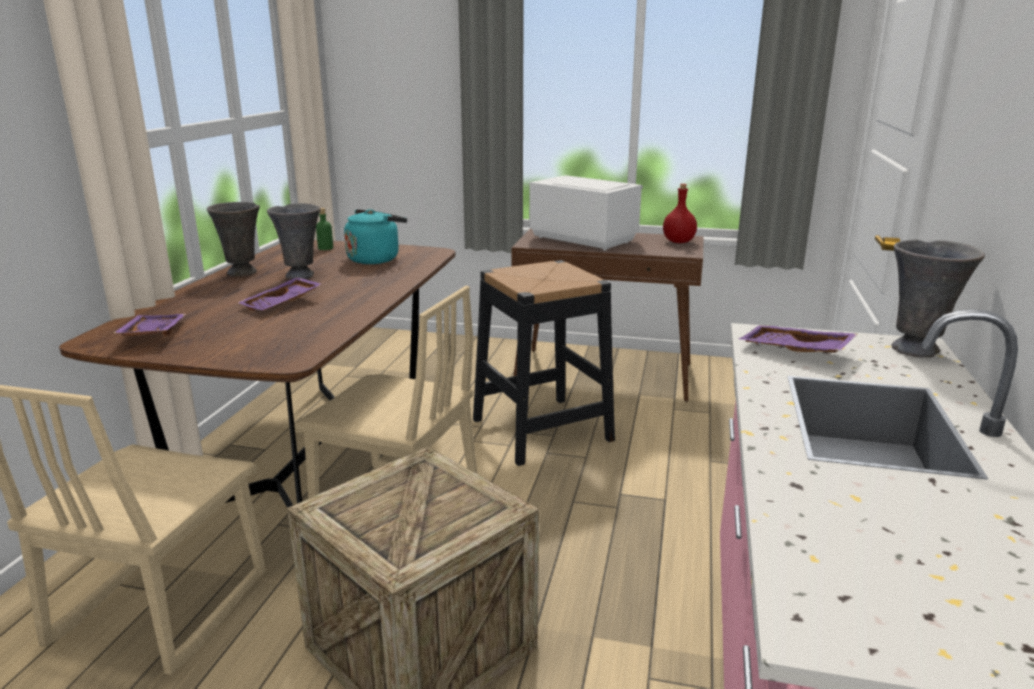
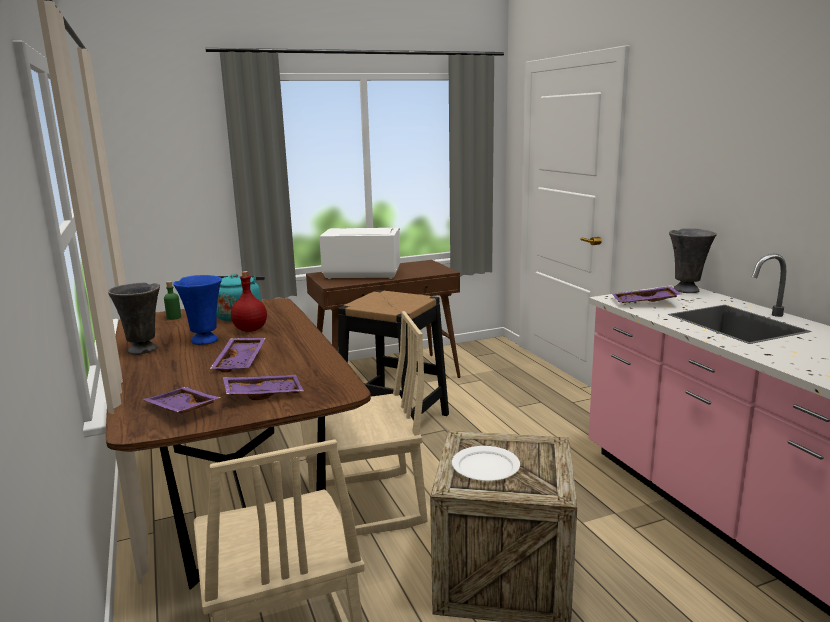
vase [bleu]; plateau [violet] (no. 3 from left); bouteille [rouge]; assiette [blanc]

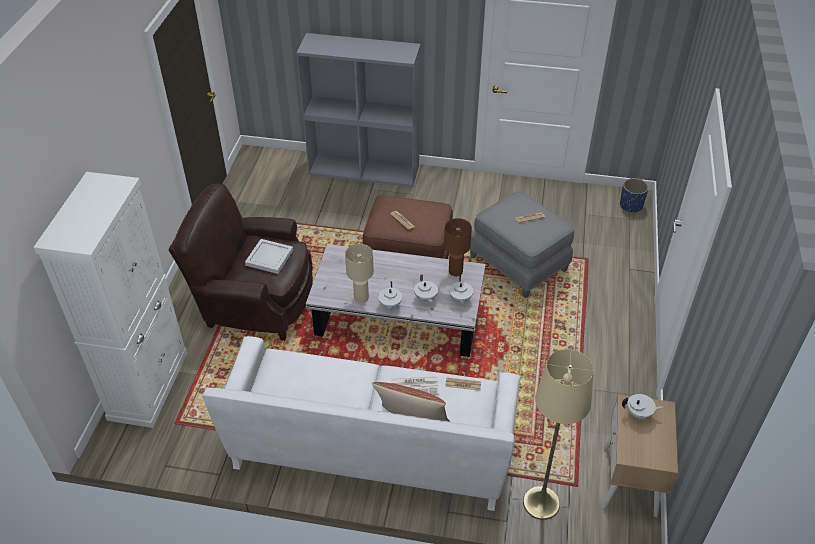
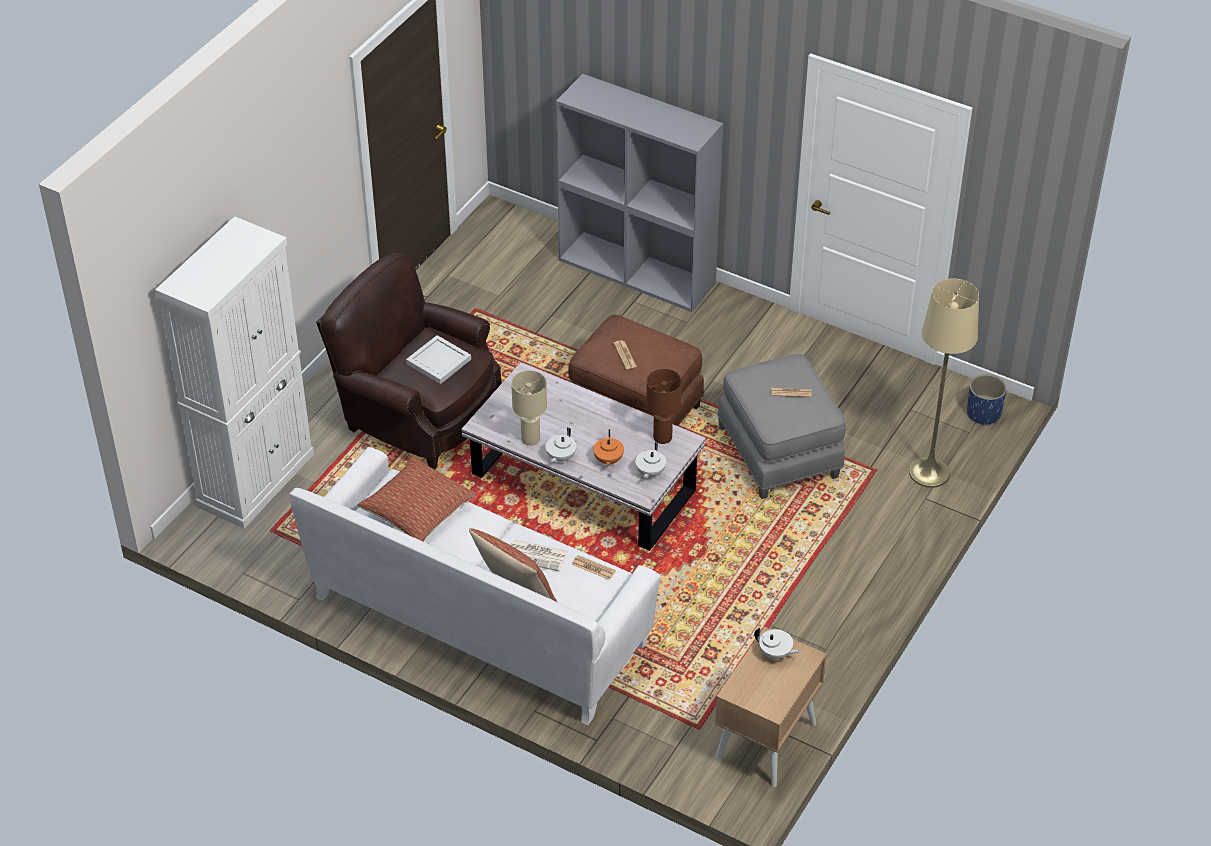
coussin (no. 1 from left); théière [orange]; lampadaire [beige]

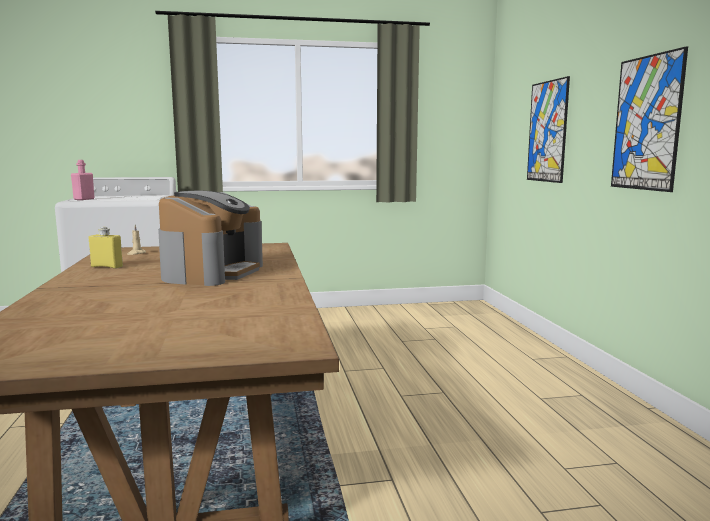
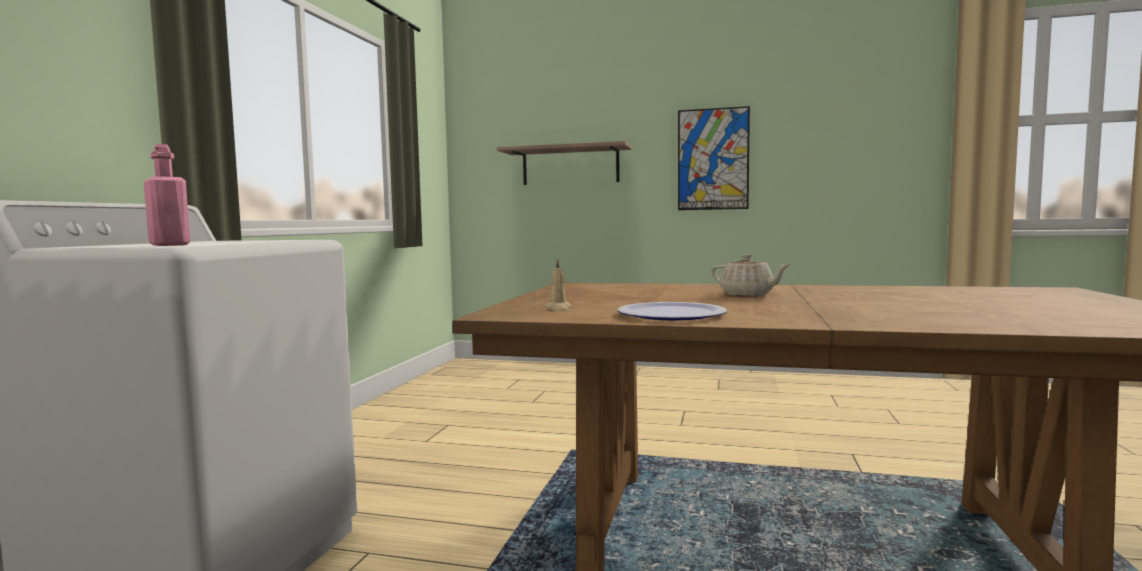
étagère; assiette; théière [beige]

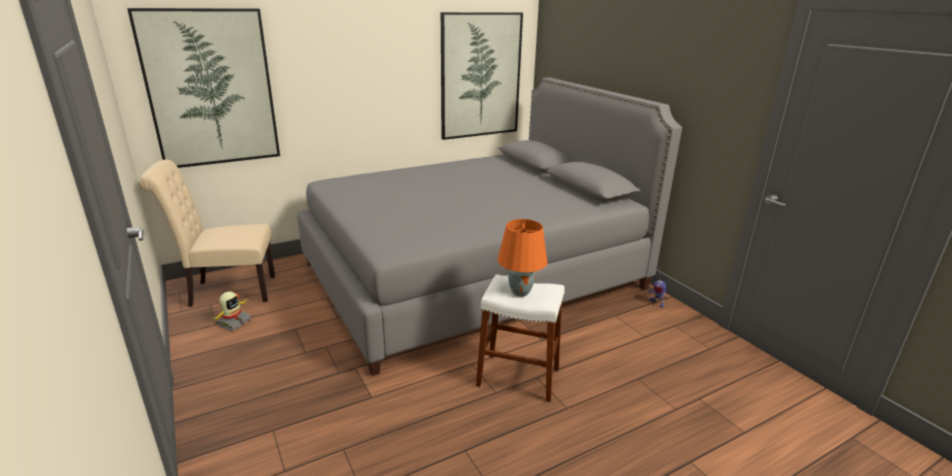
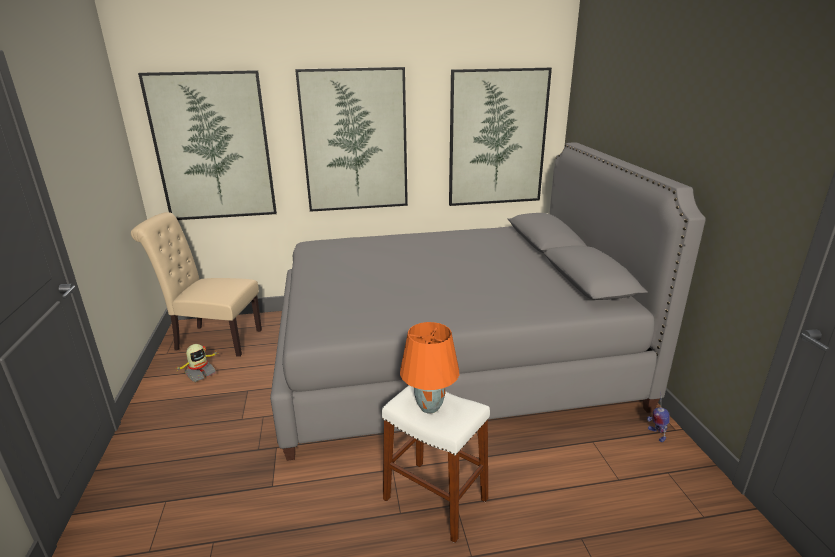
tableau (no. 2 from left)

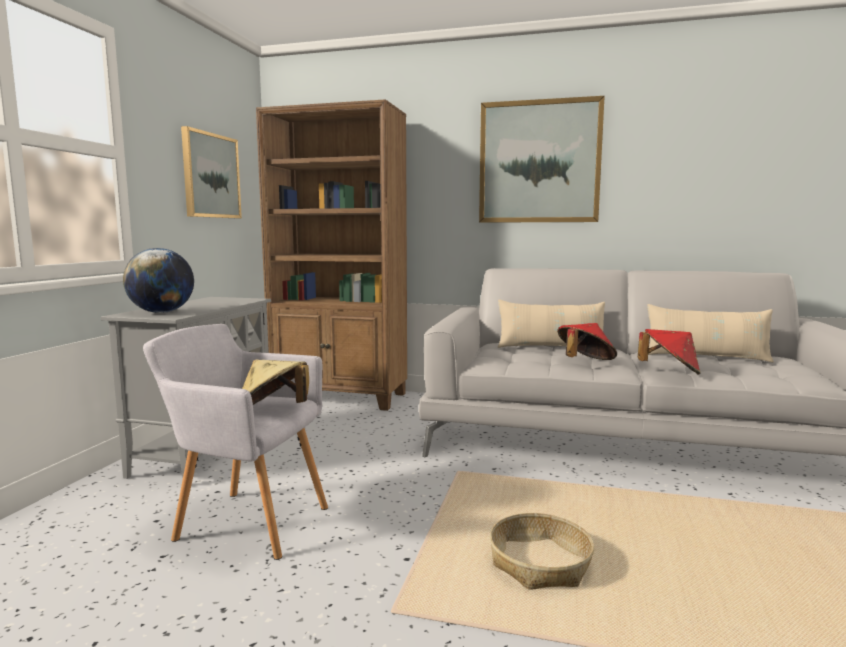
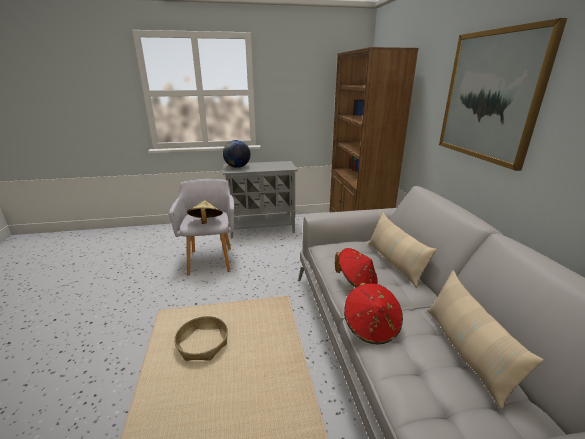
tableau (no. 1 from left in the first image)

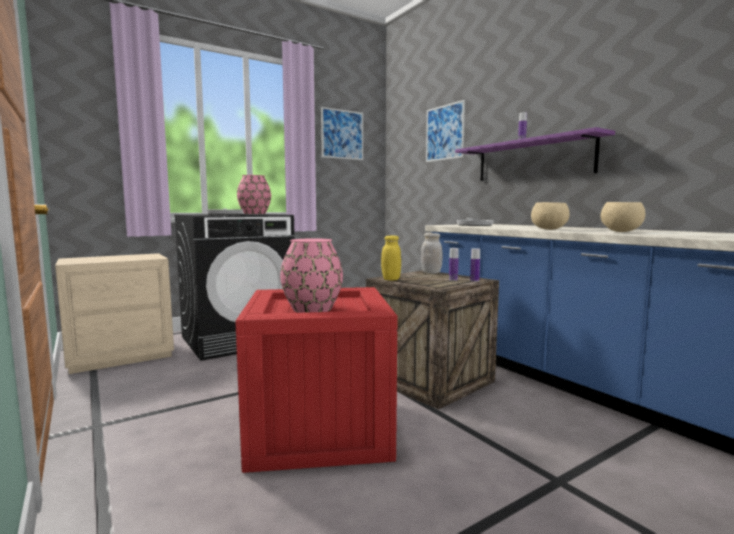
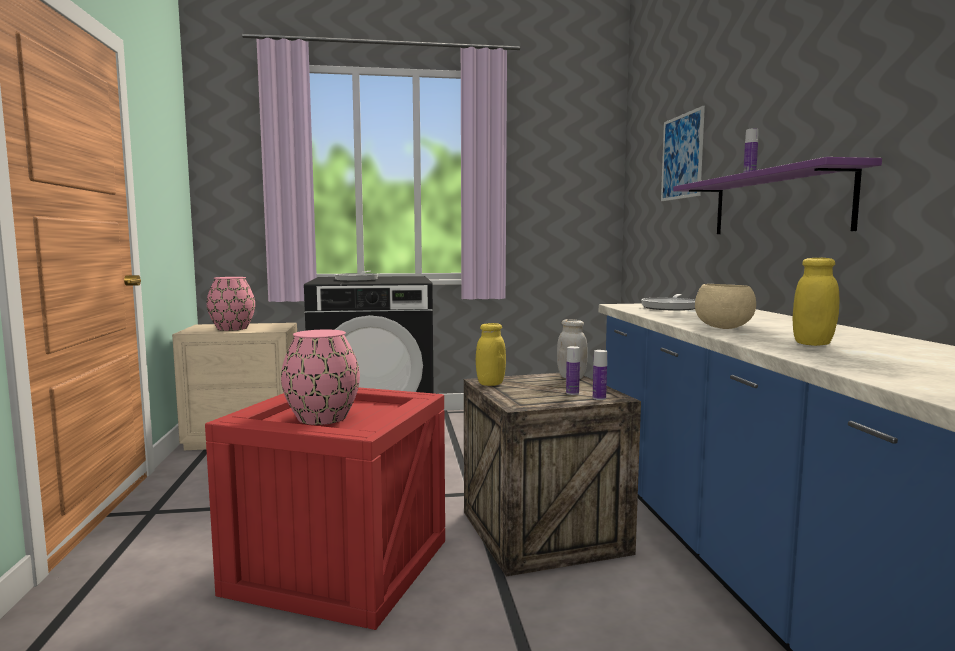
vase [rose] (no. 1 from left); bocal [jaune] (no. 2 from left); tableau (no. 1 from left in the first image)

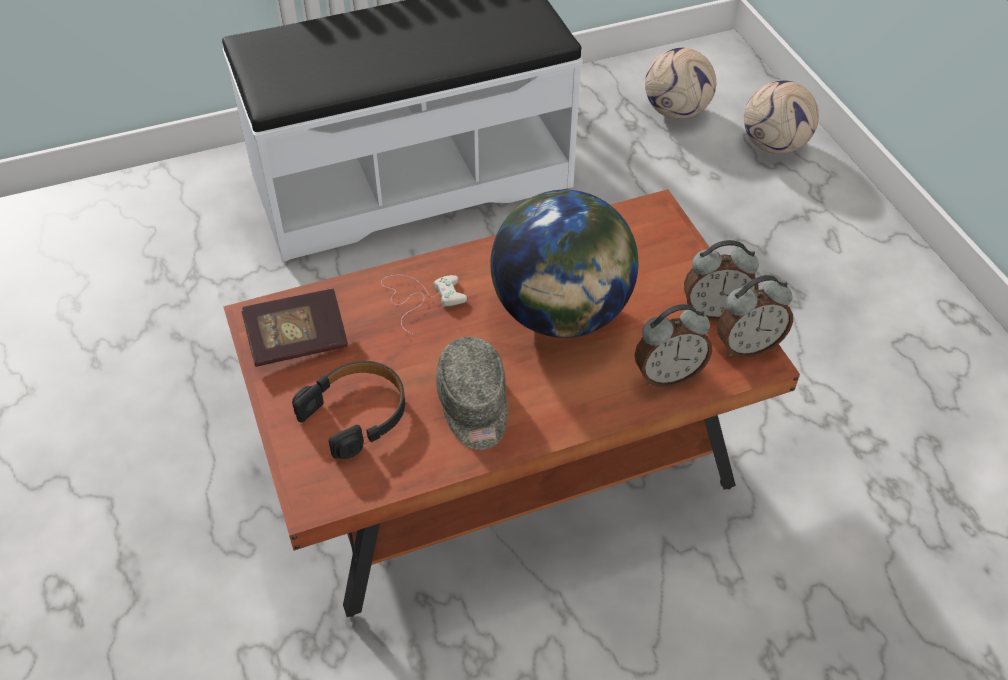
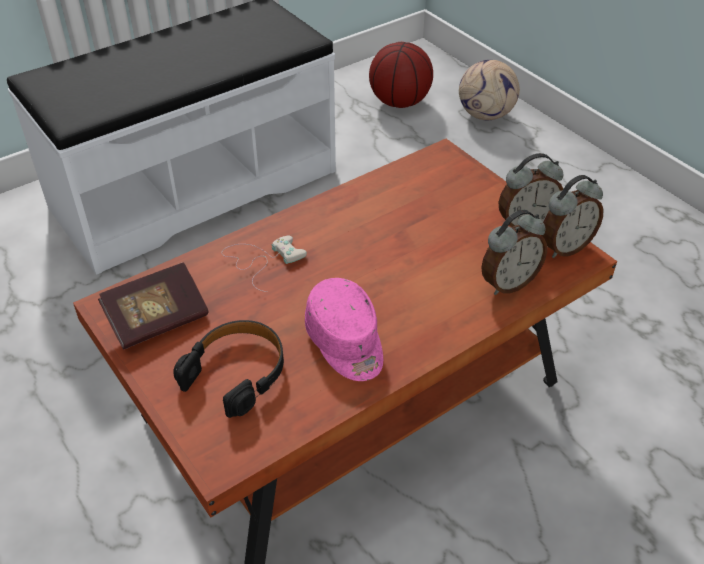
casquette [rose]; ballon de basket; globe

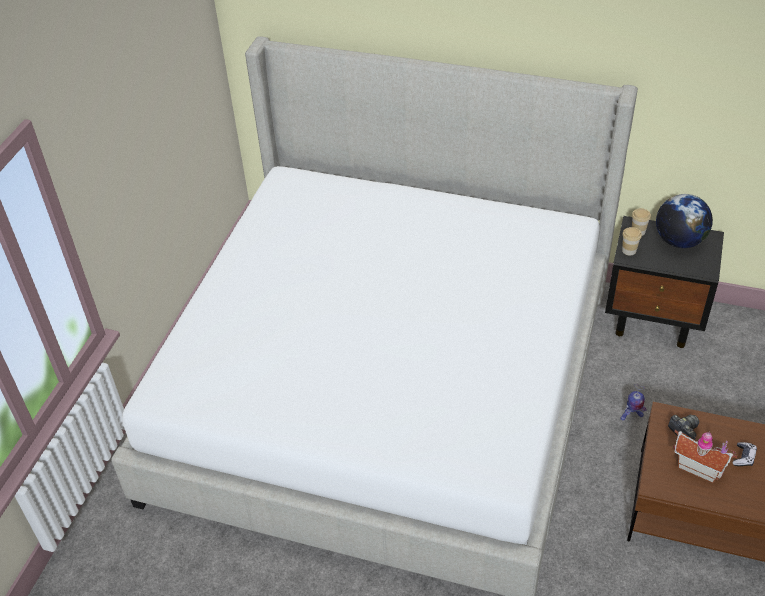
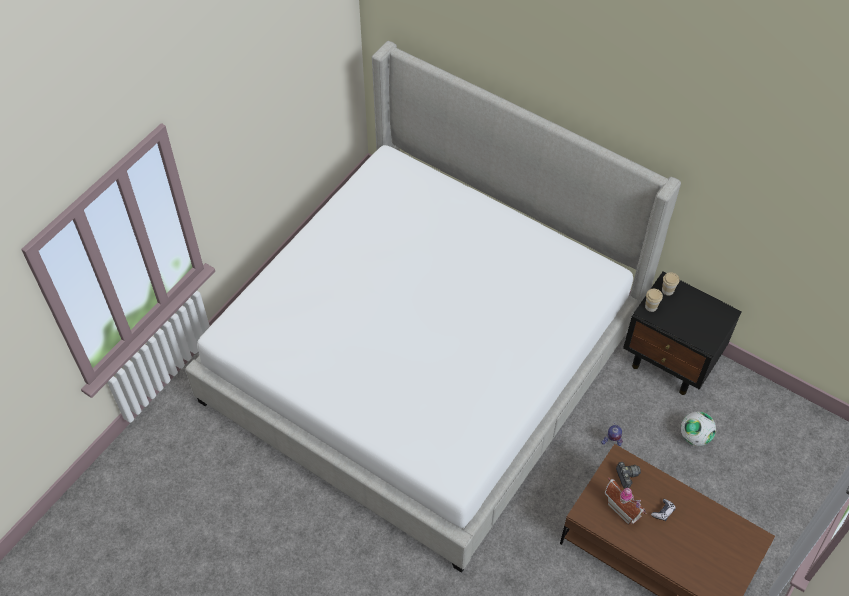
ballon de foot; globe

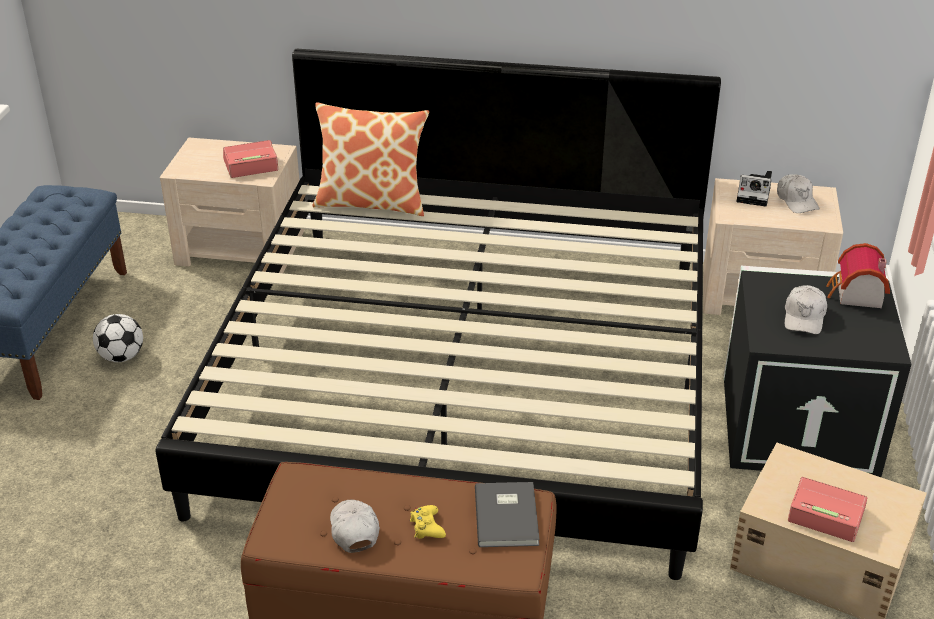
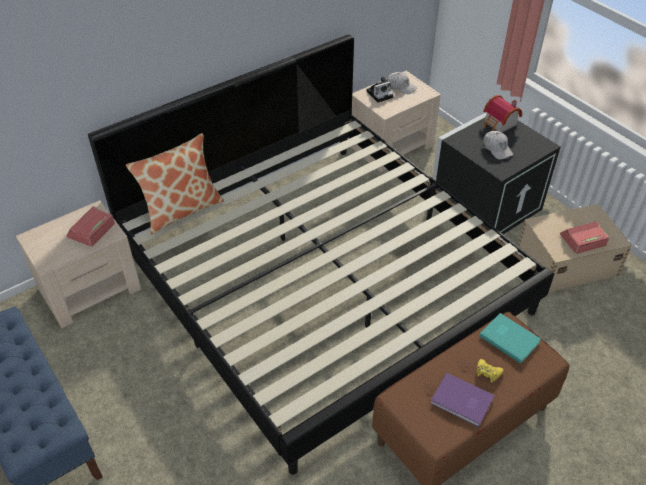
livre [violet]; livre [turquoise]; ballon de foot

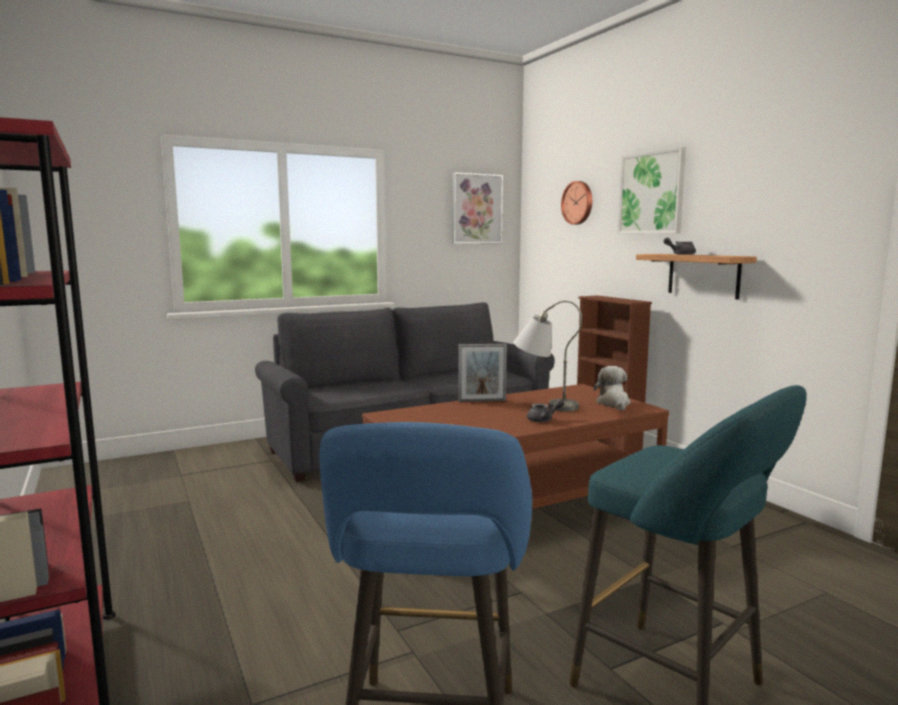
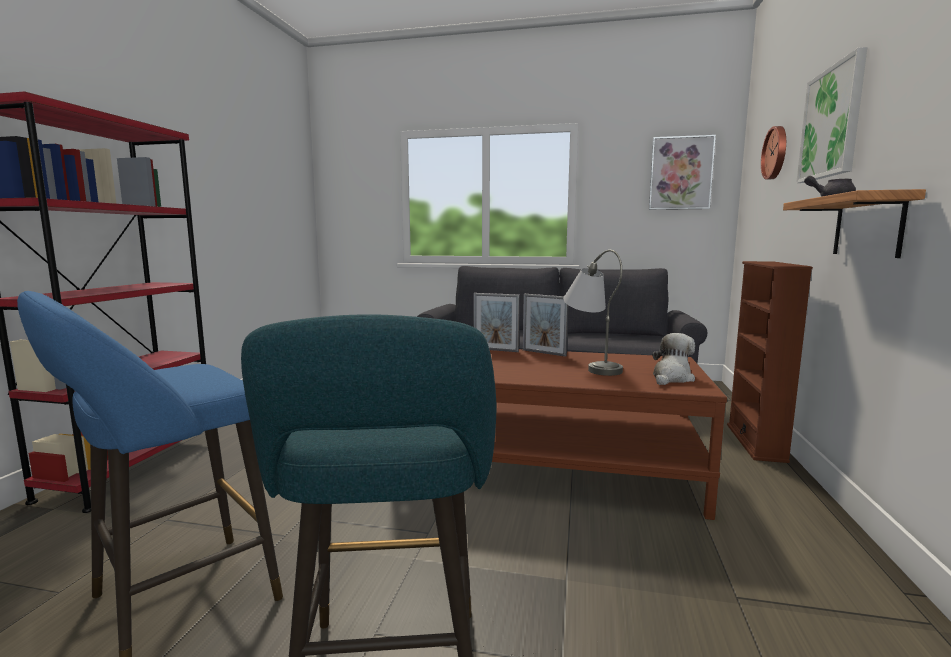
cadre photo (no. 1 from left); théière [gris] (no. 1 from left in the first image)

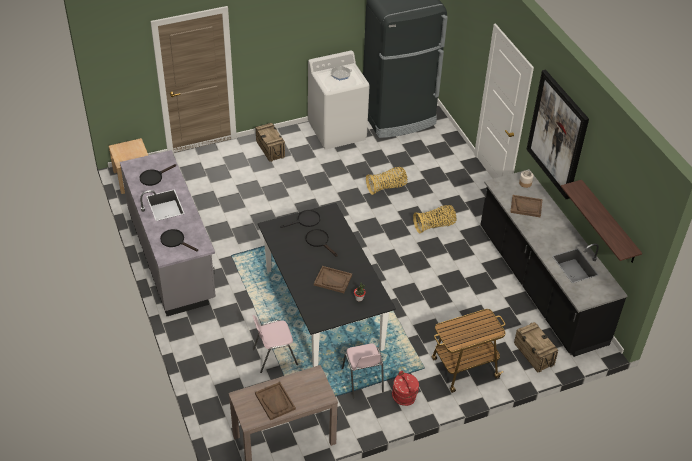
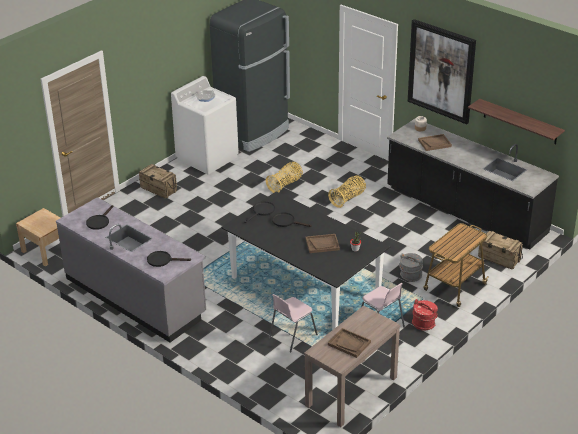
seau [gris]

